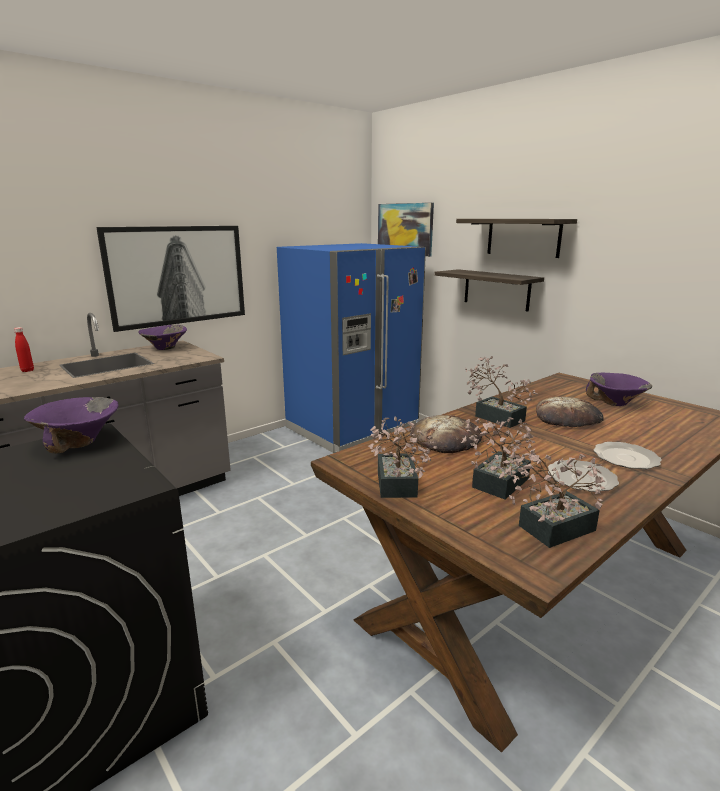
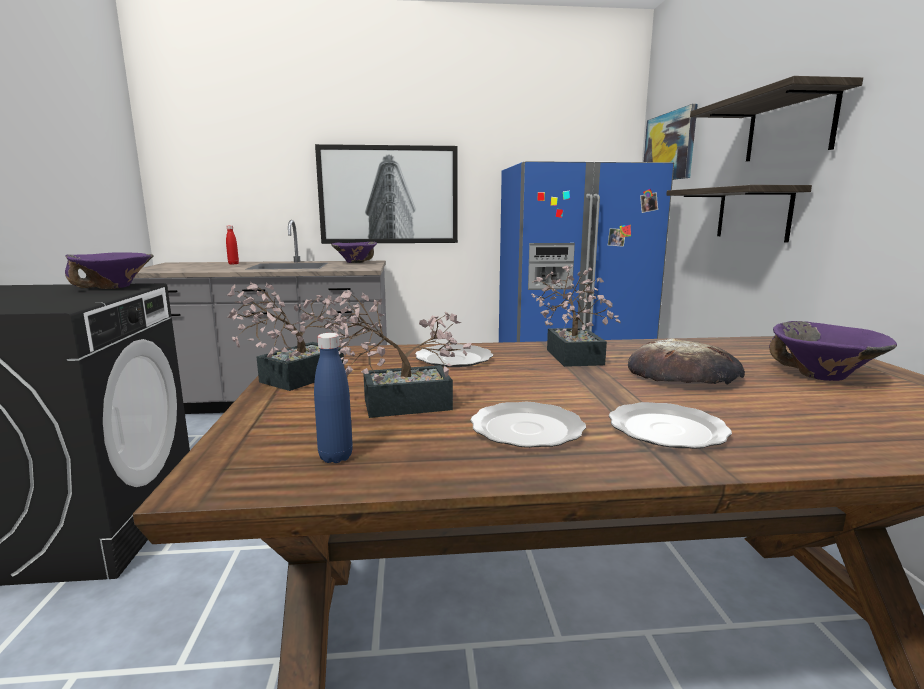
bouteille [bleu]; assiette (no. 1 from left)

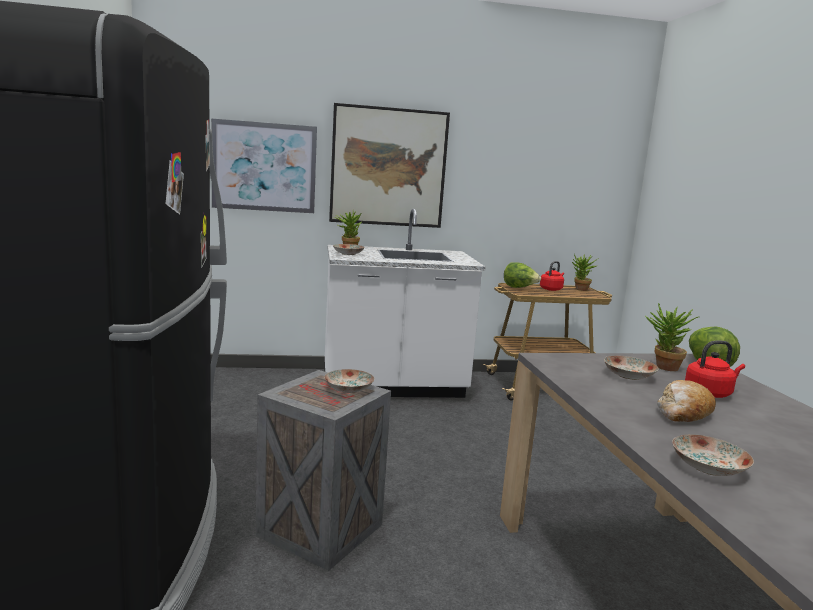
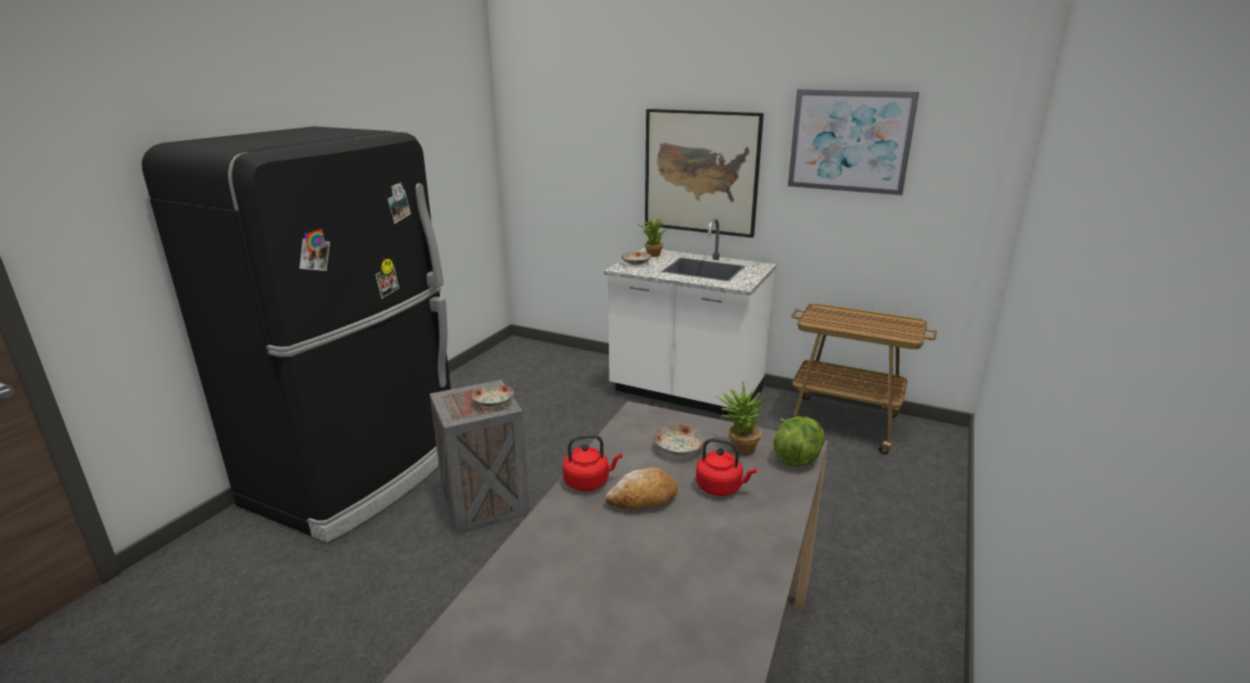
bouilloire [rouge] (no. 1 from left); tableau (no. 2 from left); laitue (no. 1 from left in the first image); plante en pot (no. 2 from left in the first image); assiette (no. 4 from left in the first image)

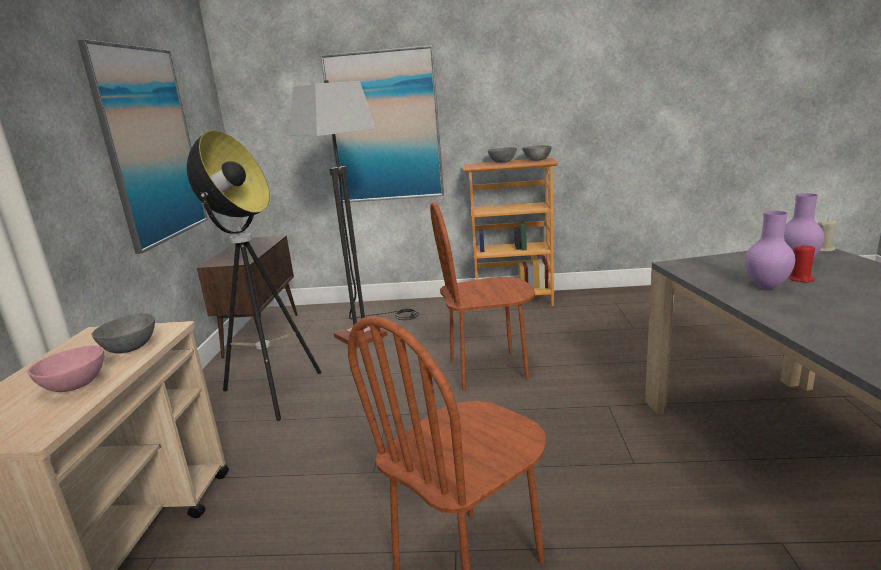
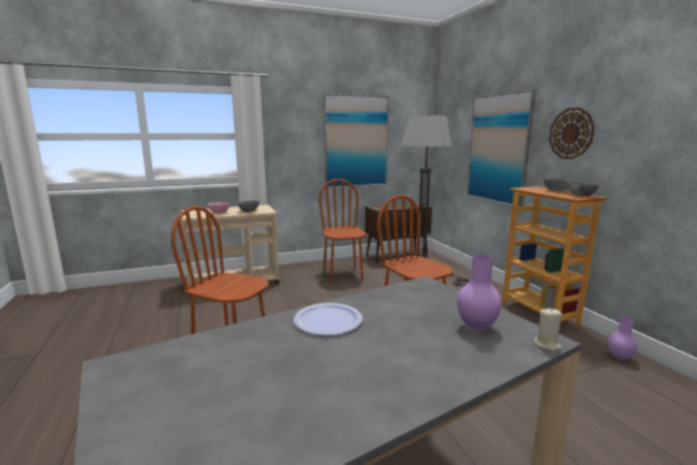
assiette; chaise [marron] (no. 2 from left); horloge murale; vase [violet] (no. 2 from left); bougie [rouge]

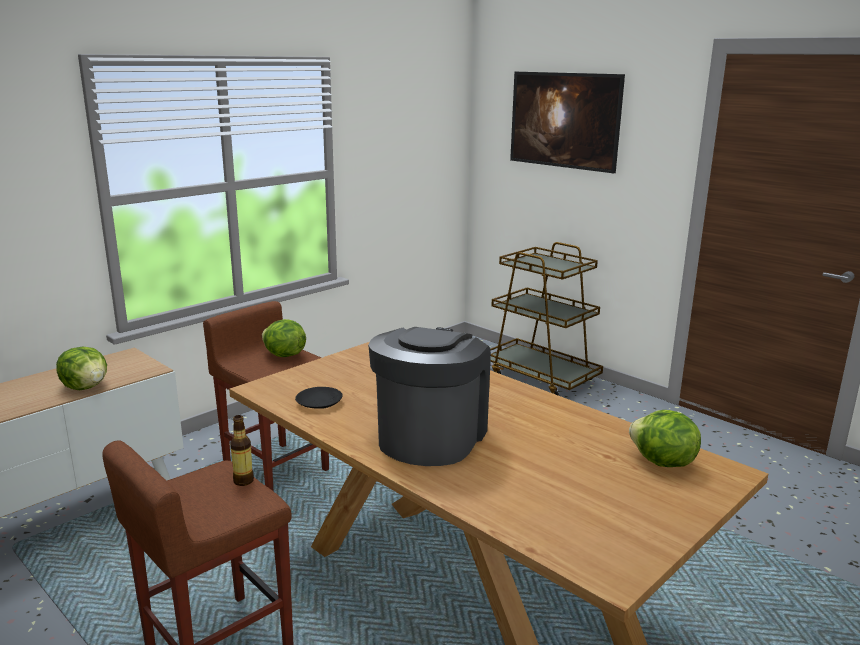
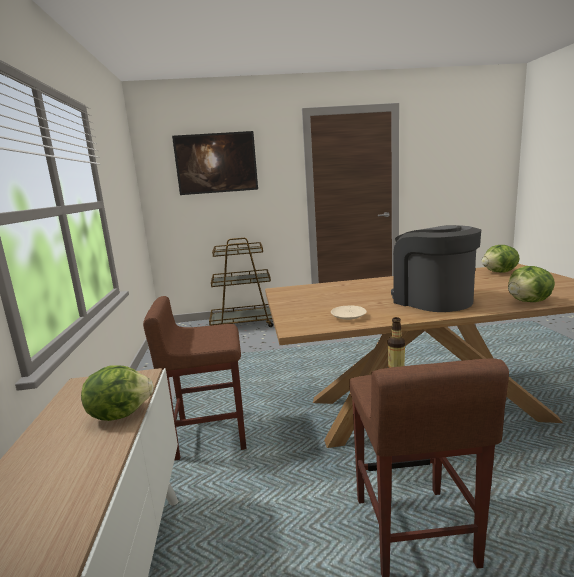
assiette [beige]; laitue (no. 3 from left)

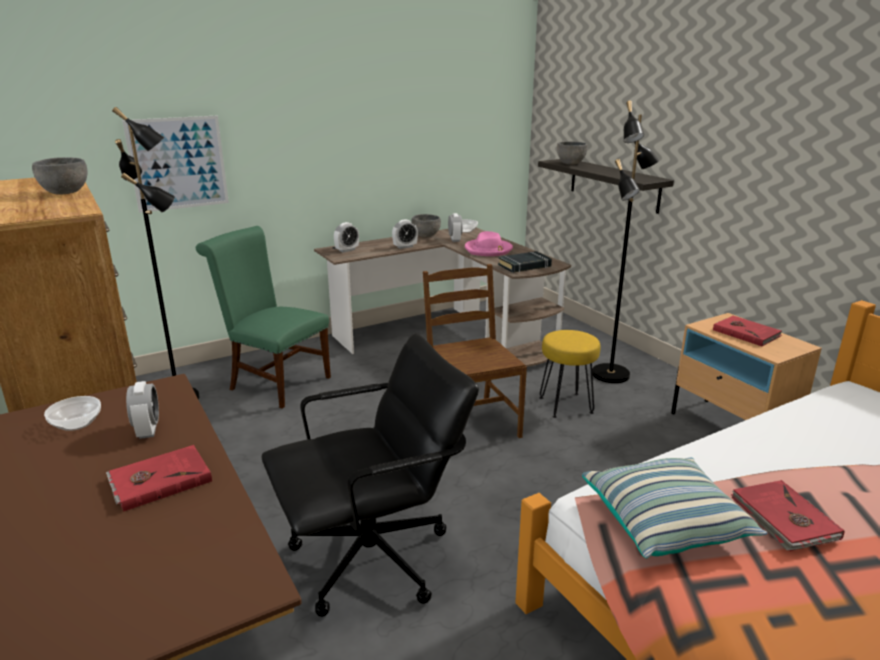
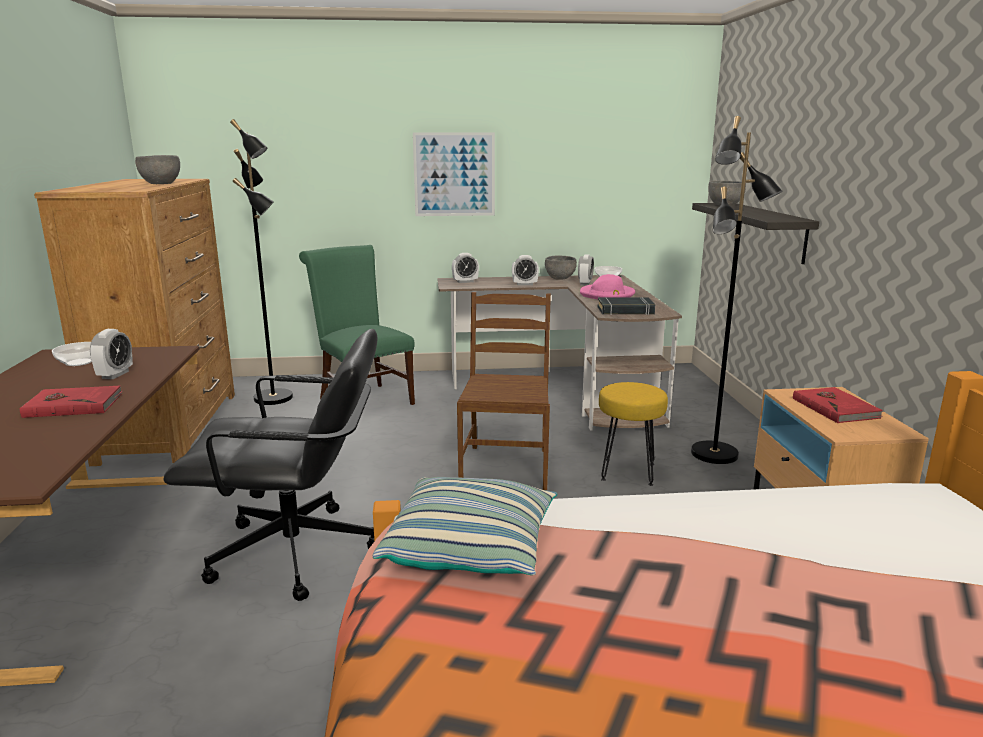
tableau; livre [rouge] (no. 3 from left in the first image)

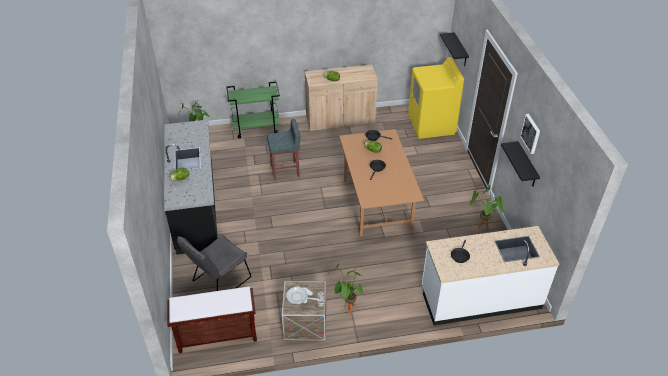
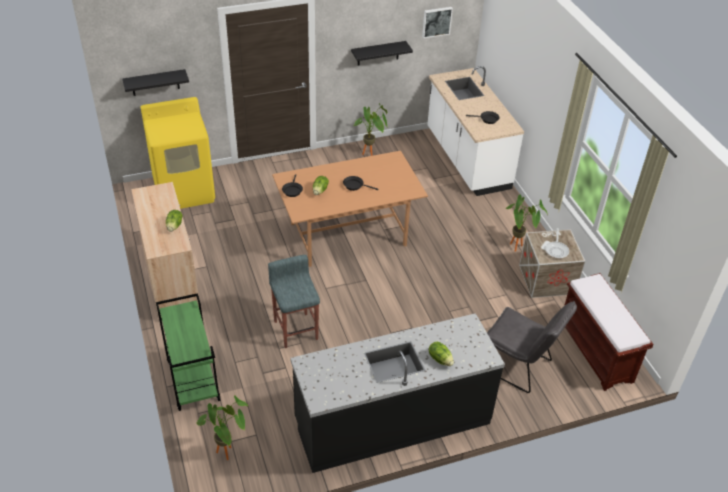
tableau

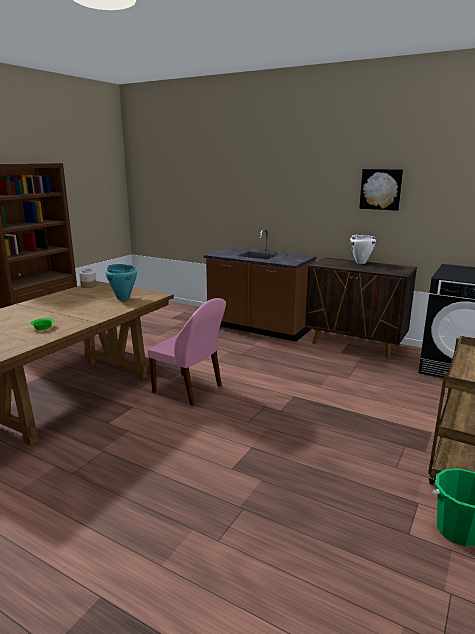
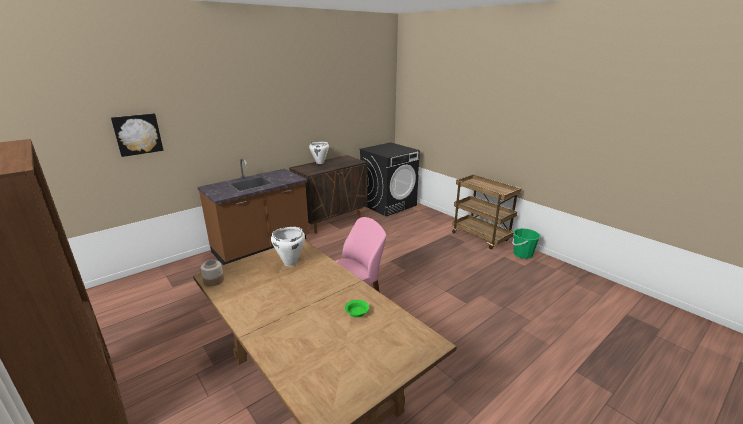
tableau; marmite [blanc] (no. 1 from left)

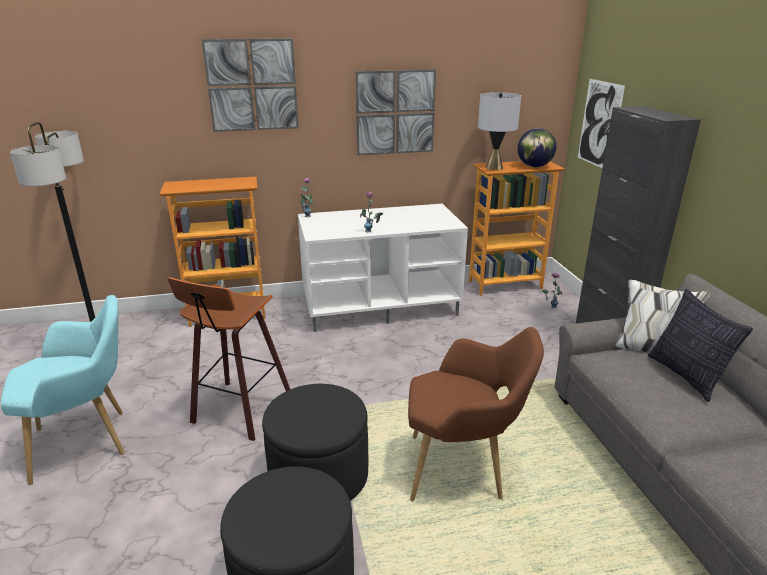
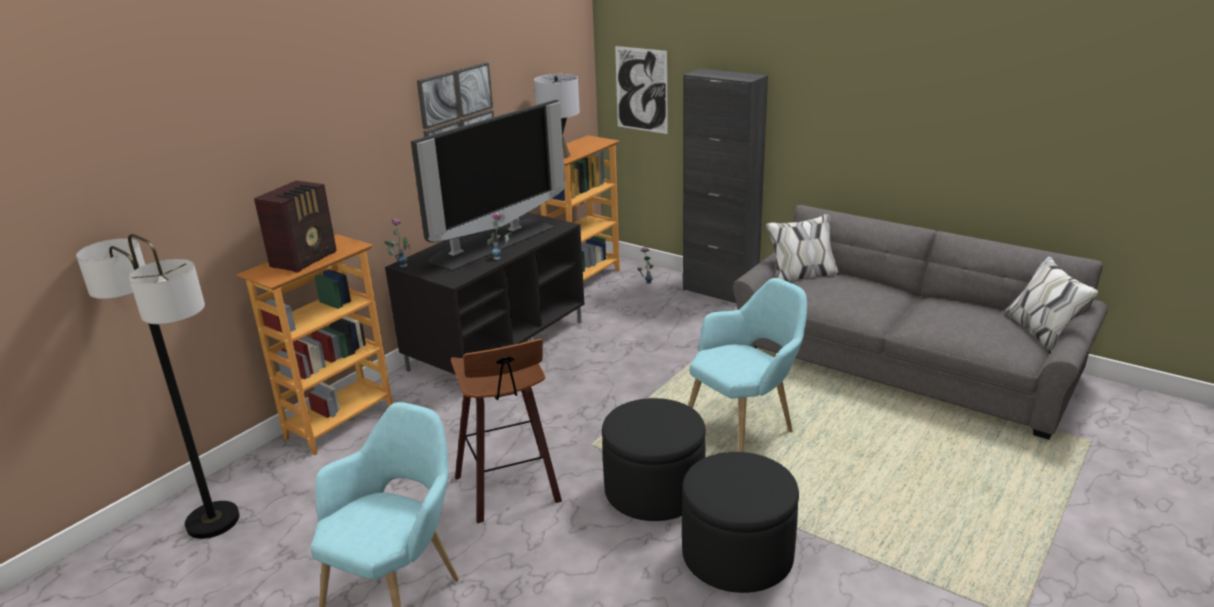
radio; meuble télé [noir]; téléviseur; fauteuil [turquoise] (no. 2 from left); tableau (no. 1 from left in the first image); globe; coussin

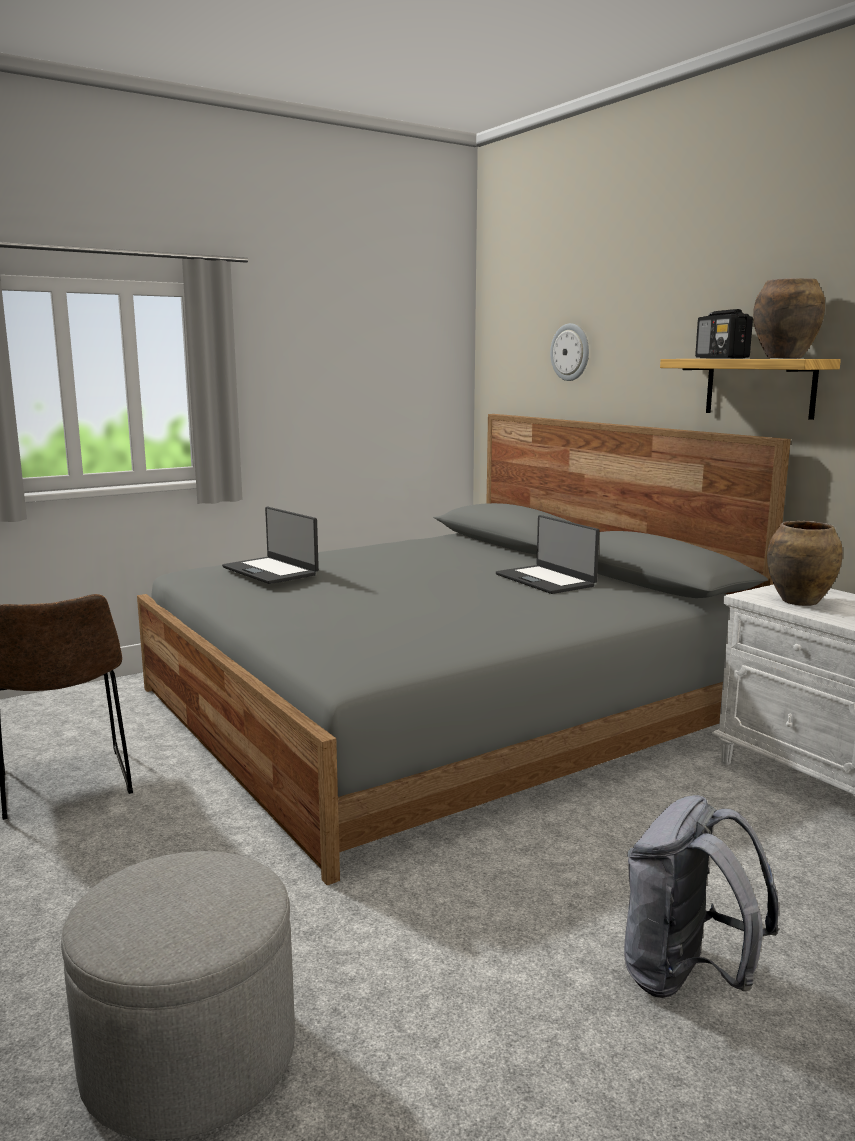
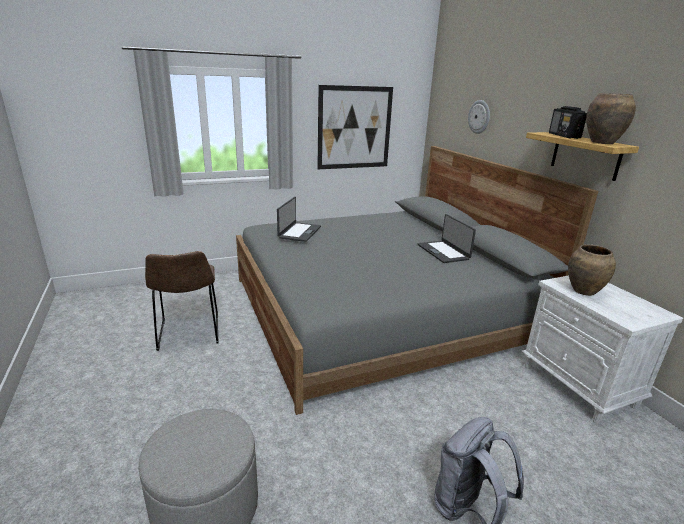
ordinateur portable (no. 1 from left); tableau

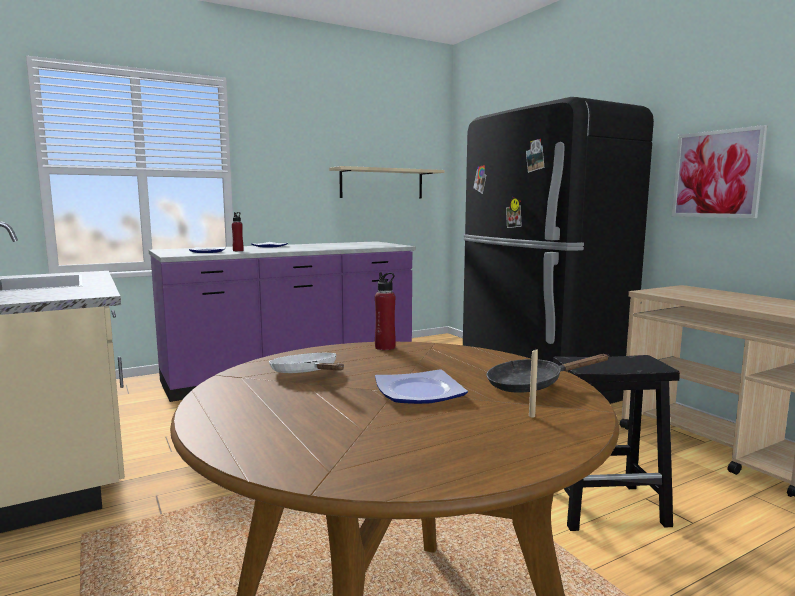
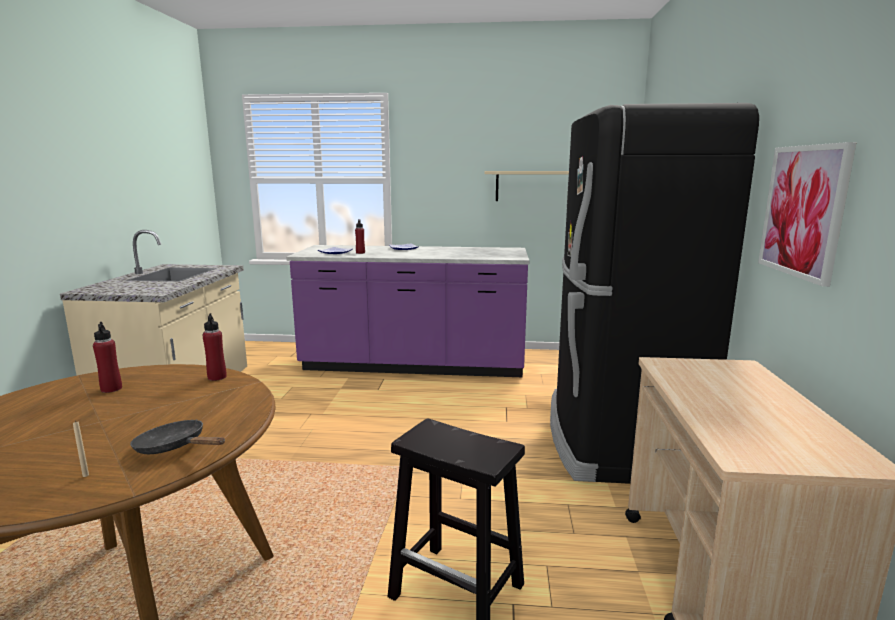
bouteille [rouge] (no. 1 from left); assiette (no. 3 from left in the first image)

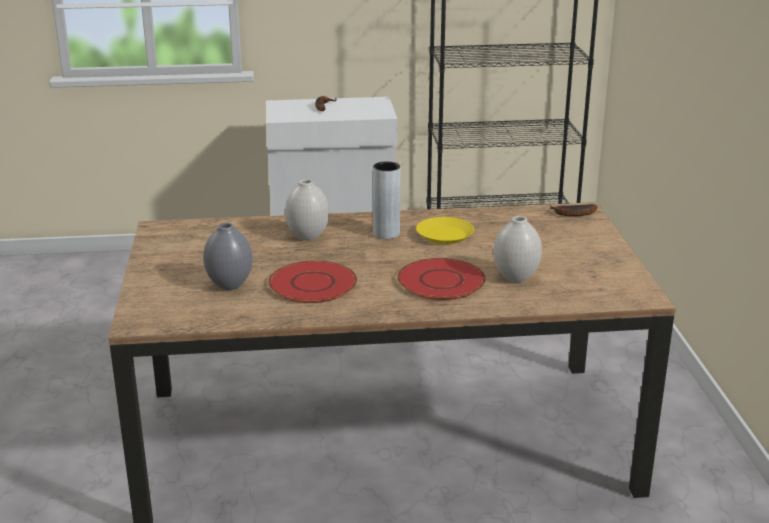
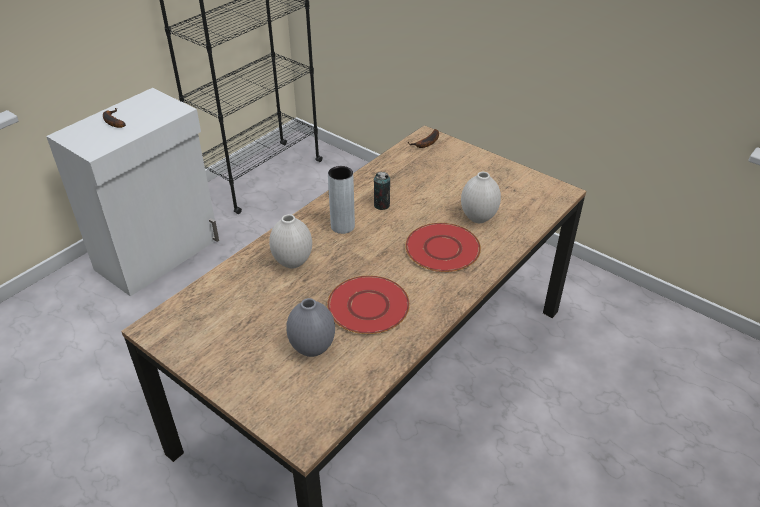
boîte métallique

